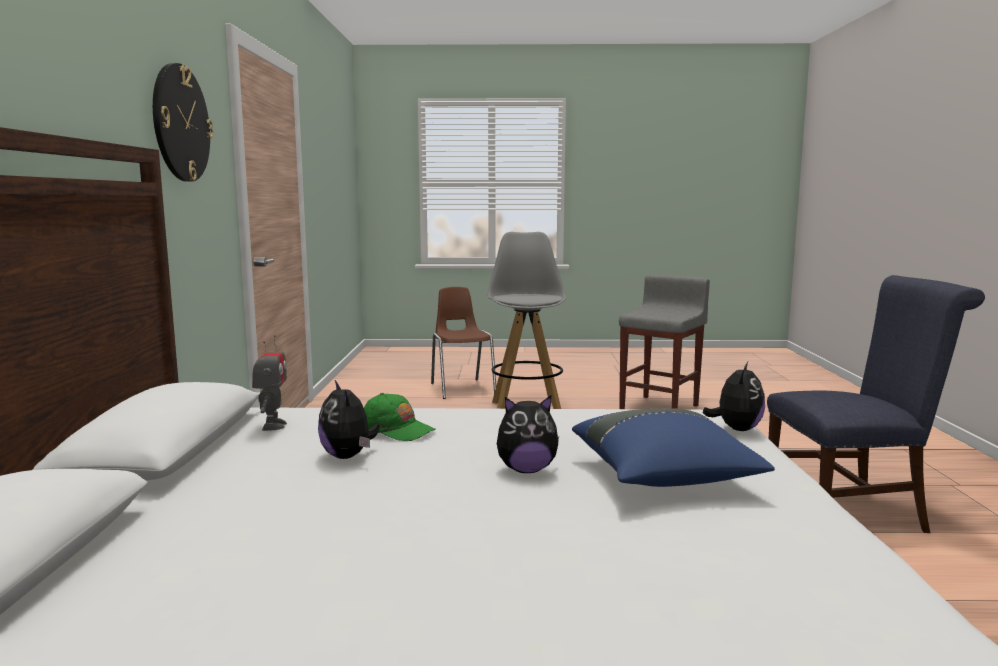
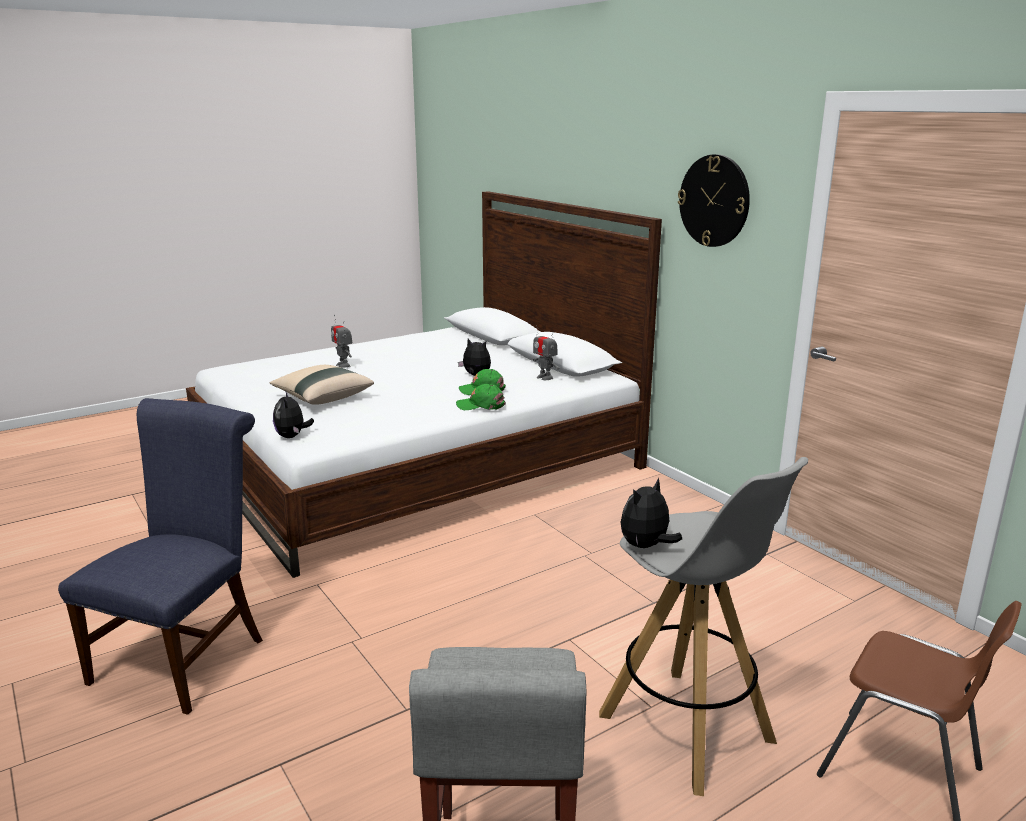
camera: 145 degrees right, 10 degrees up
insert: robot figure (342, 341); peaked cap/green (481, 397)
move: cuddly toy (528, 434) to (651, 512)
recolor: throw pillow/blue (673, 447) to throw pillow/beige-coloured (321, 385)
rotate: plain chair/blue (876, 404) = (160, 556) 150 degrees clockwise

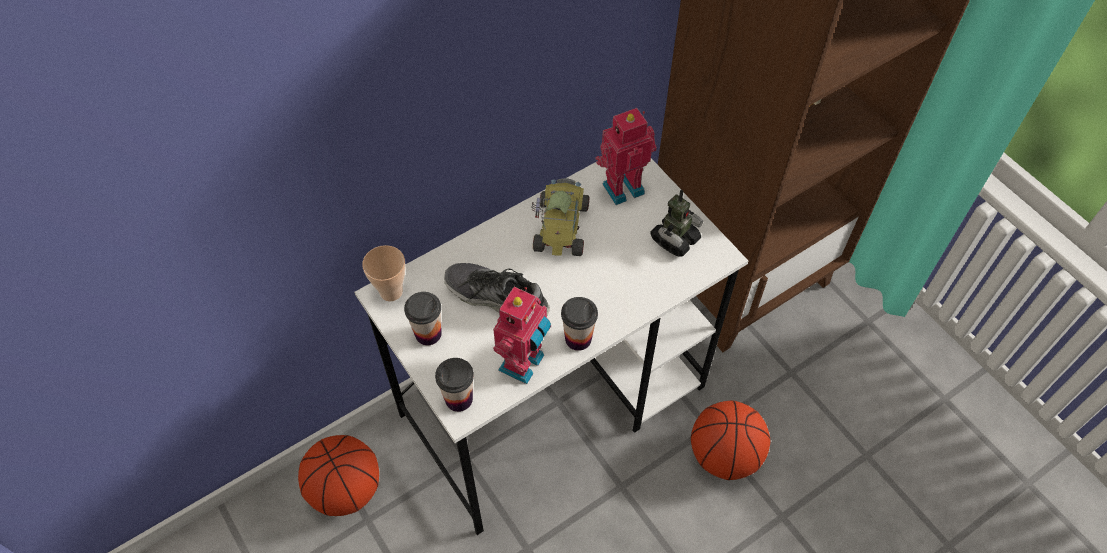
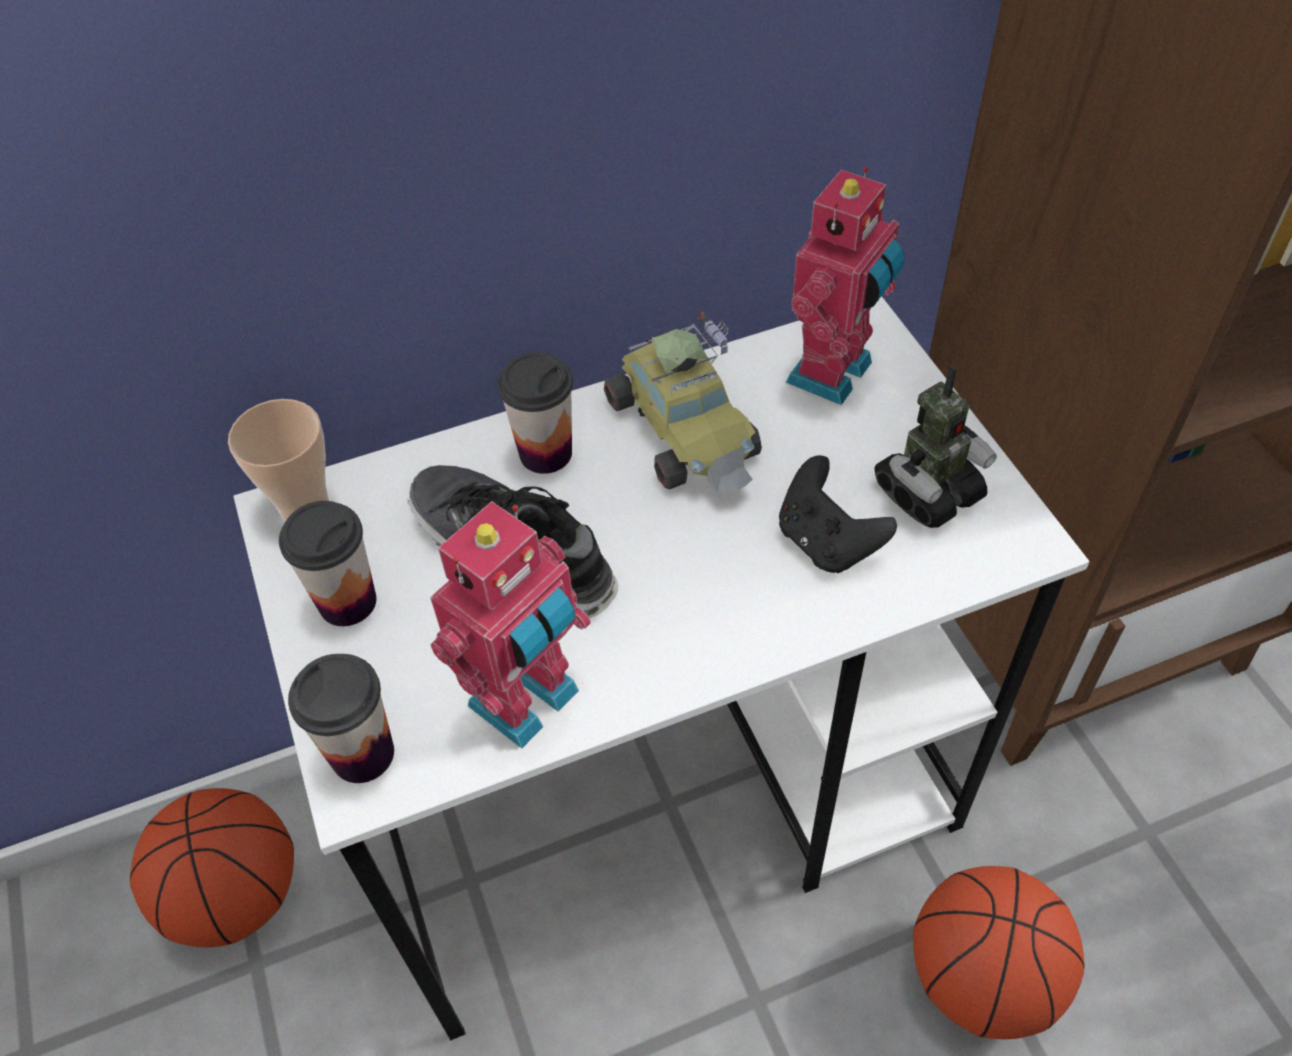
camera: 15 degrees right, 5 degrees down
insert: game controller/black (838, 514)
move: cup (579, 324) to (535, 413)
rotate: toy car (560, 217) = (683, 402) 135 degrees clockwise; robot figure (626, 156) = (845, 285) 135 degrees clockwise

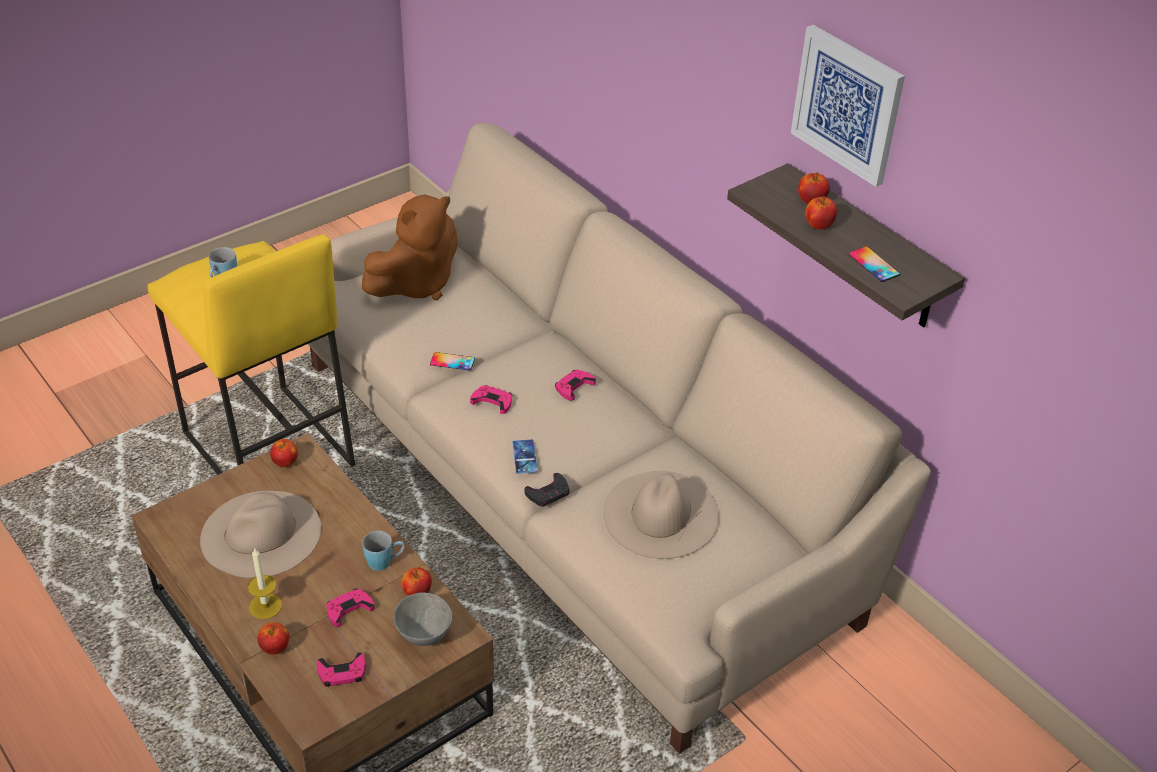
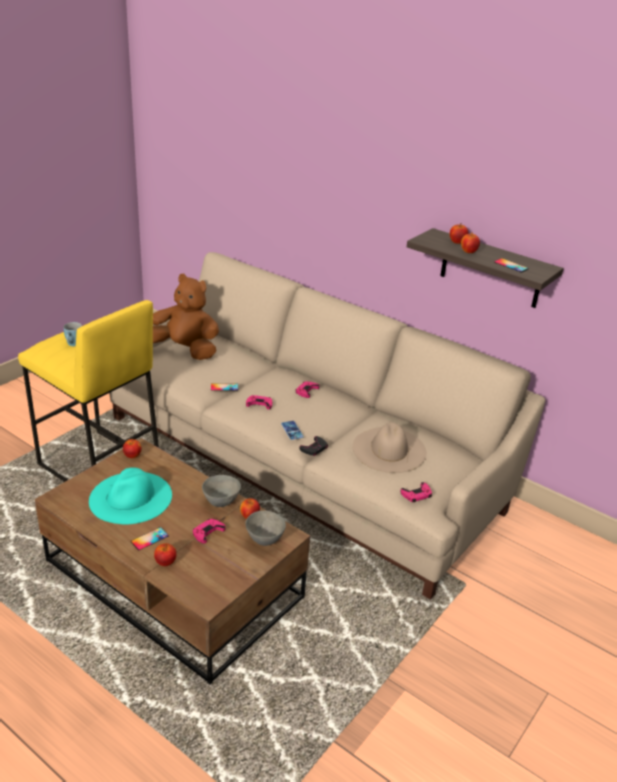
camera: 15 degrees left, 10 degrees down
delete: wall picture (848, 106)
move: game controller/pinkish (341, 669) to (416, 492)
replace: candle (264, 584) to telephone (149, 538); coffee mug/blue (383, 551) to bowl/gray (221, 491)
recolor: clothing hat/beige-coloured (260, 534) to clothing hat/blue-green (130, 495)
rotate: cuddly toy/brown-coloured (410, 247) = (186, 317) 105 degrees counterclockwise

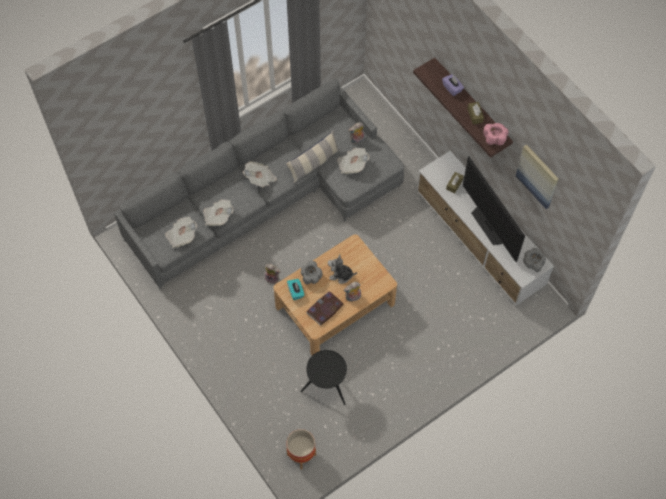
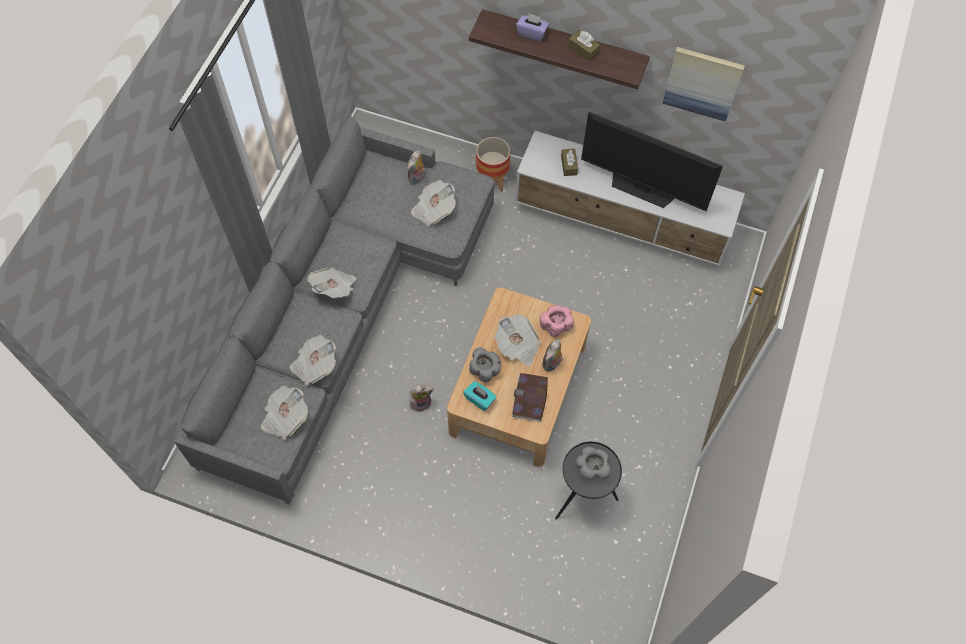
camera: 35 degrees left, 0 degrees up
delete: throw pillow (313, 157)
move: flower pot (301, 449) to (493, 164); bowl/pinkish (495, 134) to (557, 321); bowl/gray (534, 260) to (593, 463)
replace: cuddly toy (342, 269) to daily paper (518, 340)

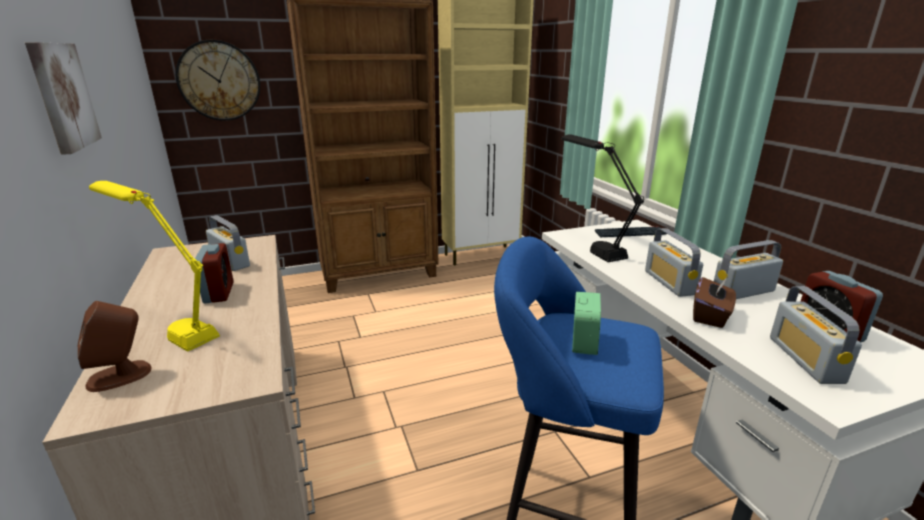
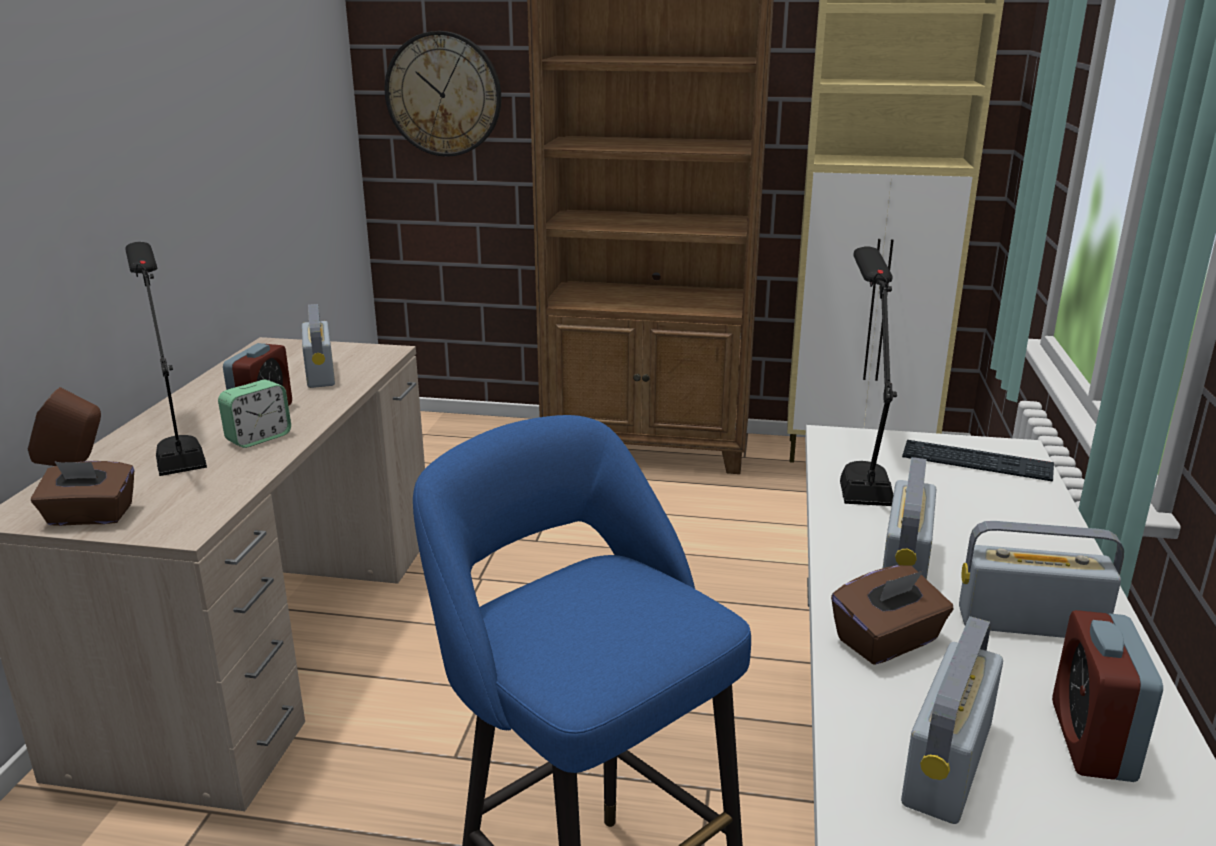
camera: 30 degrees right, 0 degrees up
delete: wall picture (63, 98)
insert: tissue box/brown-coloured (82, 493)
move: bedside clock (586, 323) to (254, 414)
recolor: table lamp/yellow (154, 266) to table lamp/black (166, 359)

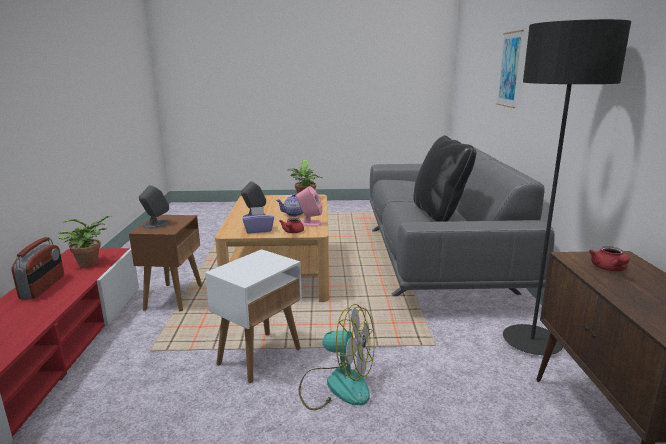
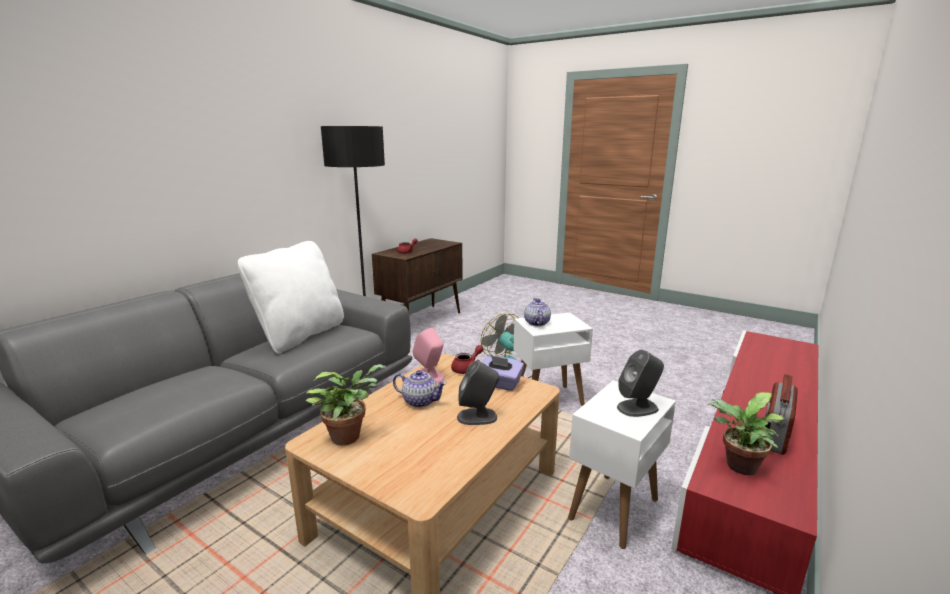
camera: 145 degrees left, 0 degrees up
delete: wall picture (510, 69)
insert: pot for tea (537, 312)
recolor: throw pillow/black (444, 179) to throw pillow/whitish (291, 297); accent table/brown-coloured (165, 263) to accent table/whitish (622, 464)

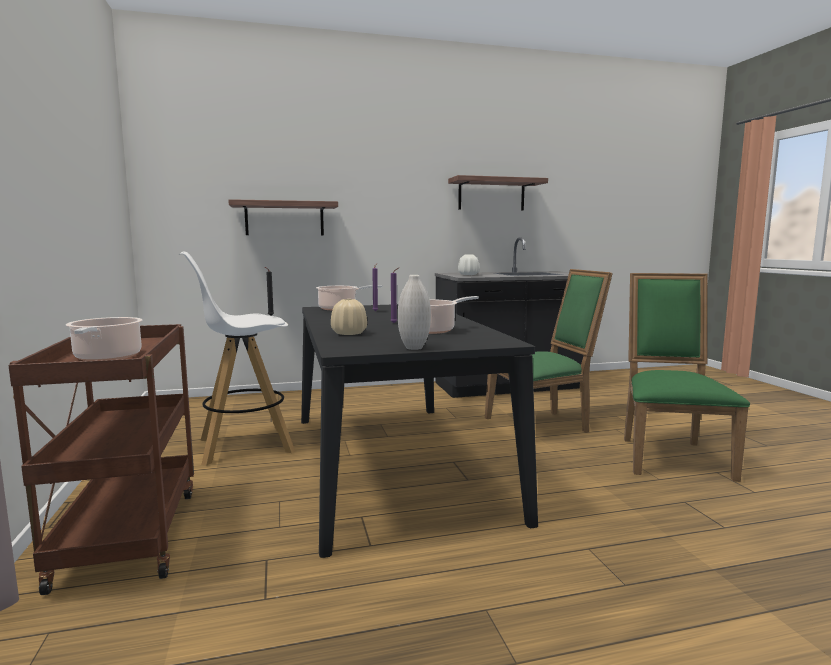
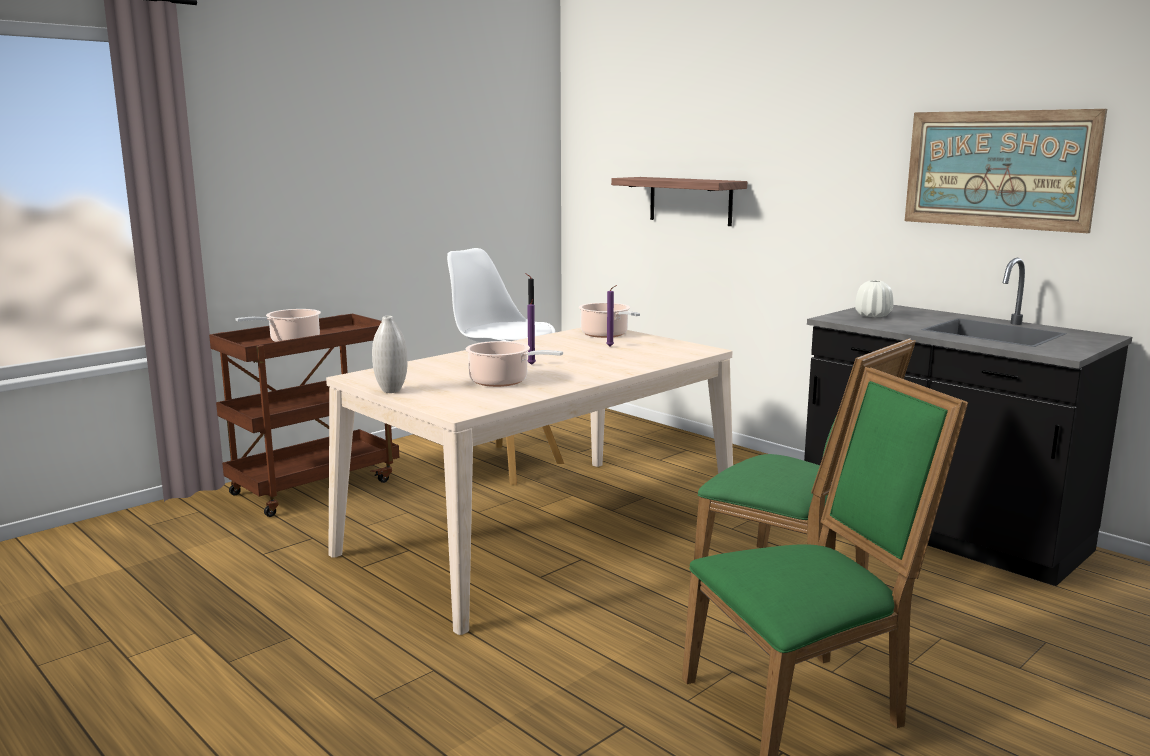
camera: 60 degrees right, 5 degrees up
delete: vase/beige-coloured (349, 317)
replace: wall shelf (498, 193) to wall picture (1006, 171)
recolor: kitchen table/black (419, 431) to kitchen table/beige-coloured (529, 481)

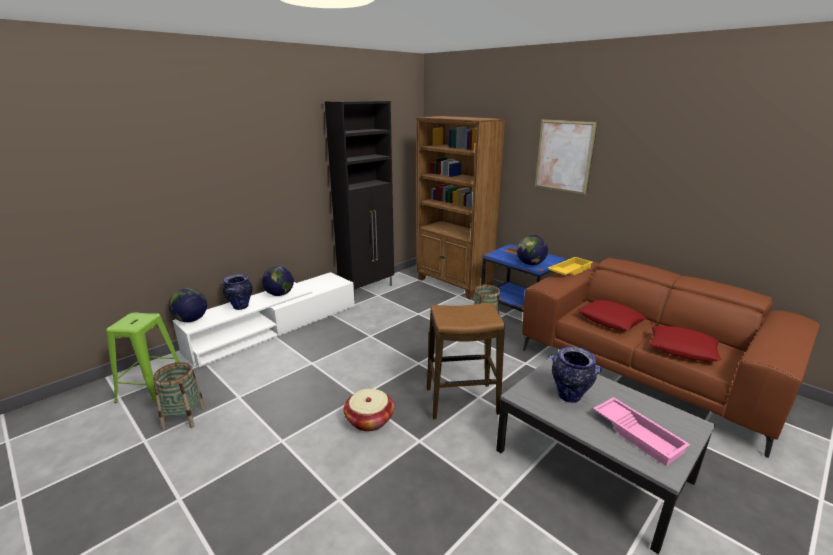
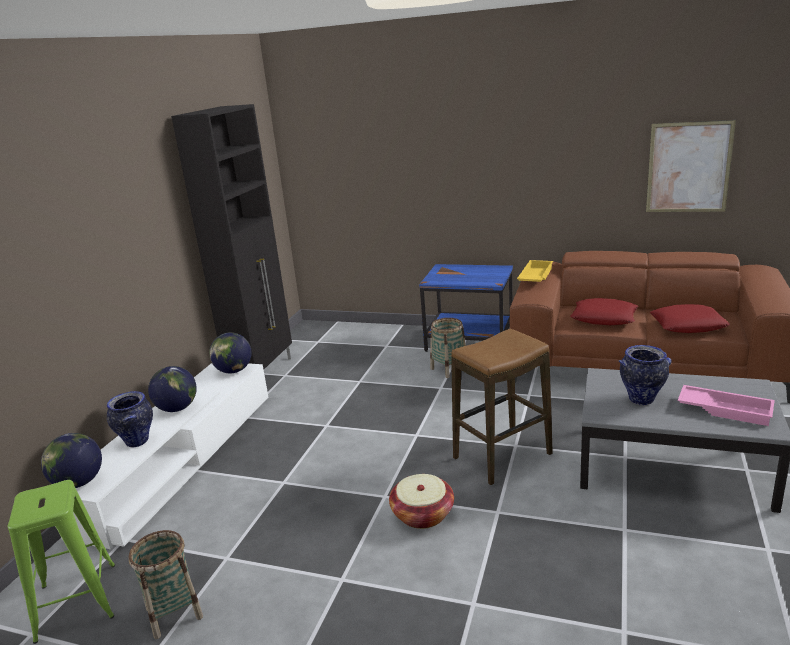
camera: 25 degrees left, 0 degrees up
delete: bookcase/brown-coloured (460, 207)
move: world globe (532, 250) to (230, 352); wall picture (566, 157) to (691, 166)

